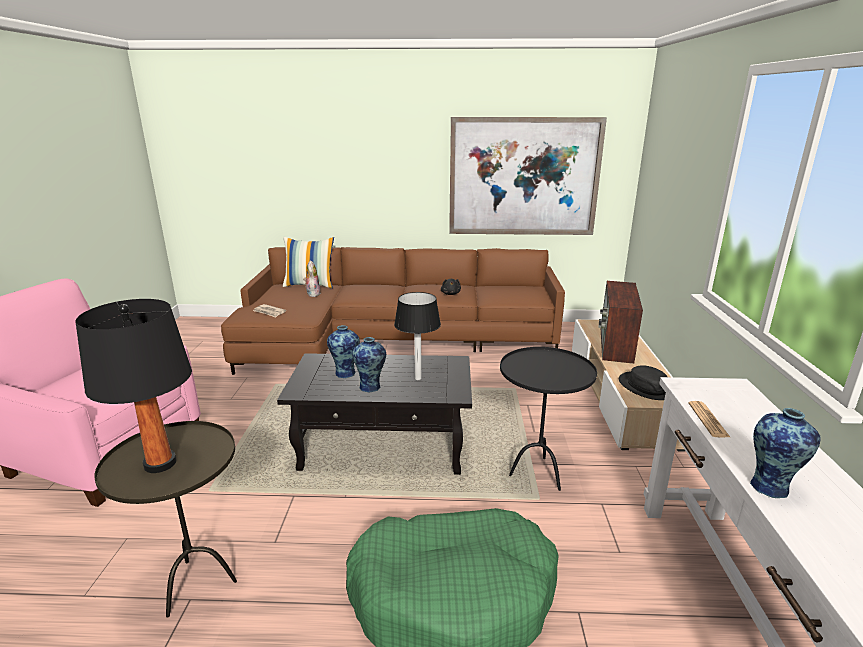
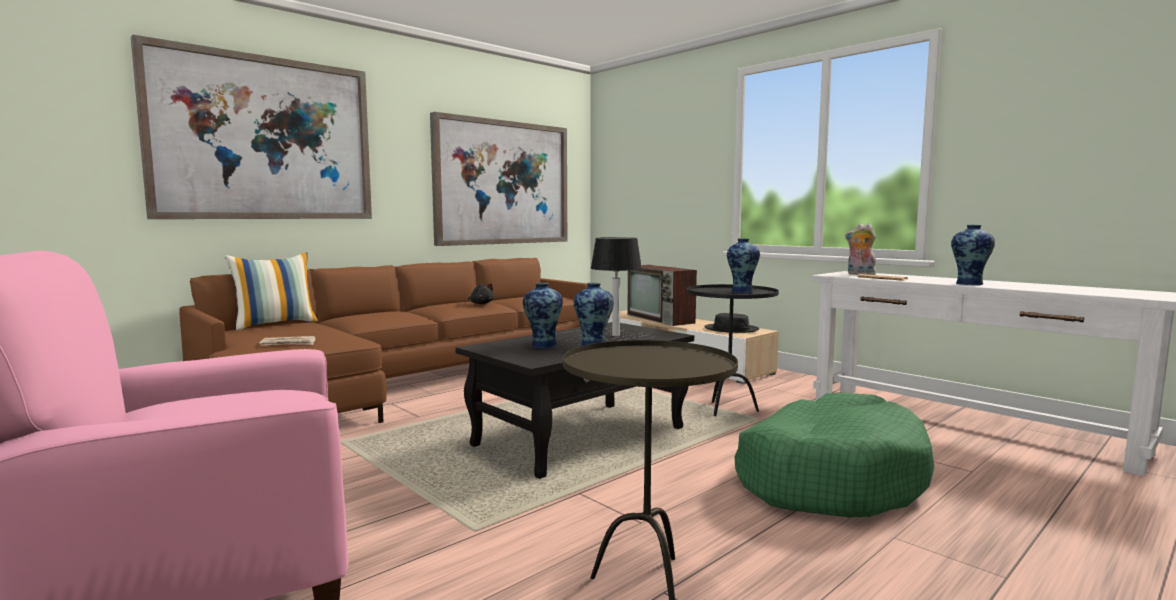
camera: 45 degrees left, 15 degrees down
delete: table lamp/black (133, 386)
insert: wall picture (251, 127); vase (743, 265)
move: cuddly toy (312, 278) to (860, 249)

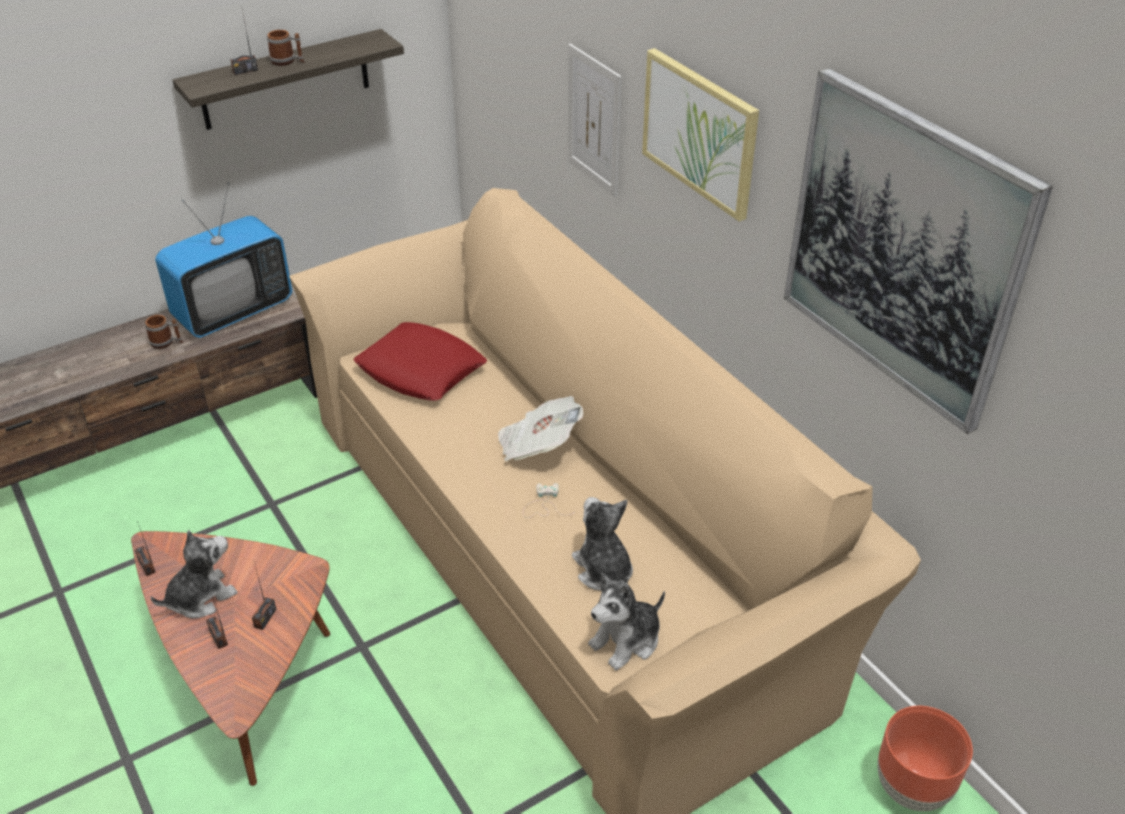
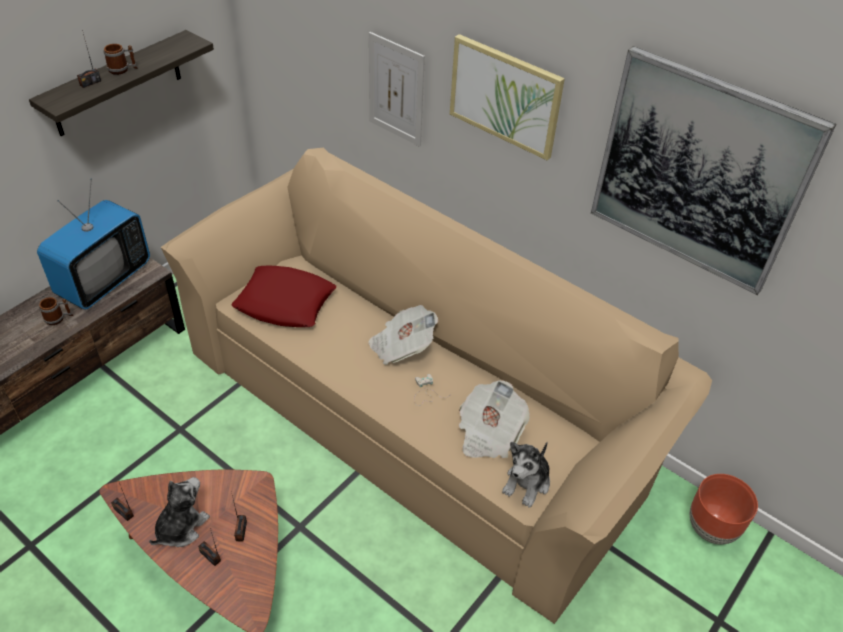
camera: 20 degrees left, 5 degrees up
replace: cuddly toy (602, 544) to daily paper (494, 419)

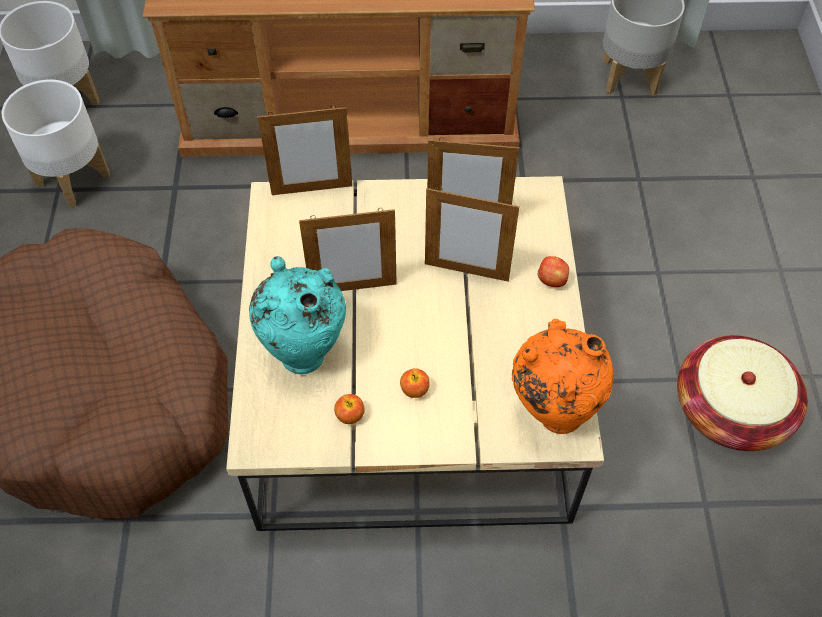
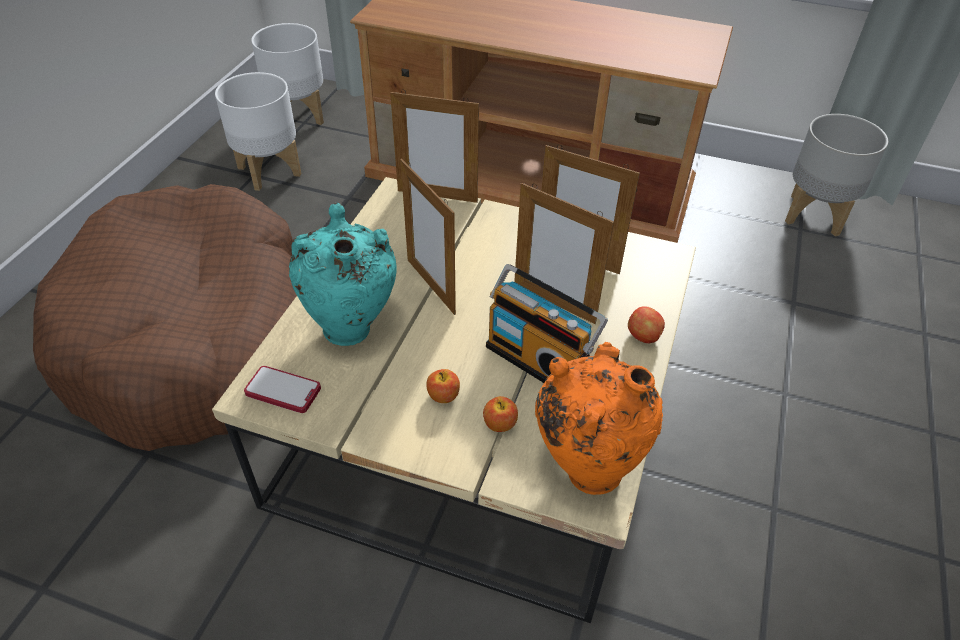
camera: 20 degrees right, 10 degrees down
delete: storage basket (742, 393)
insert: telephone (282, 389); radio (547, 323)
move: whole apple (349, 409) to (500, 414)
rotate: picture frame (348, 249) = (428, 237) 45 degrees clockwise

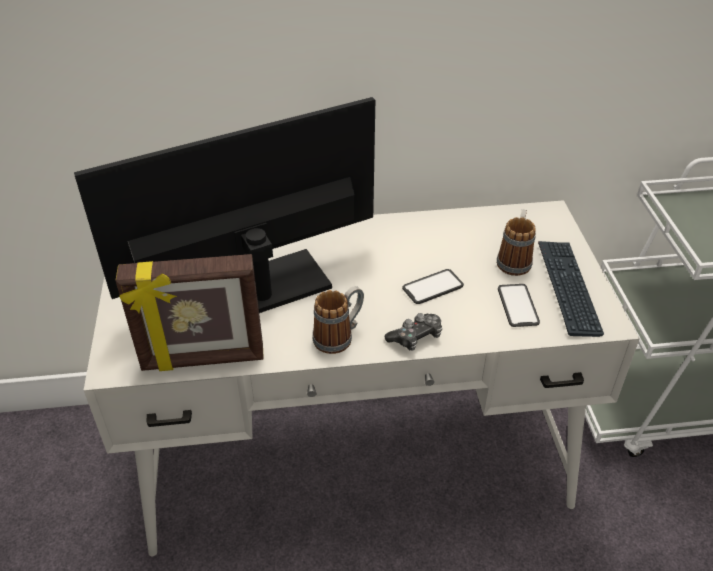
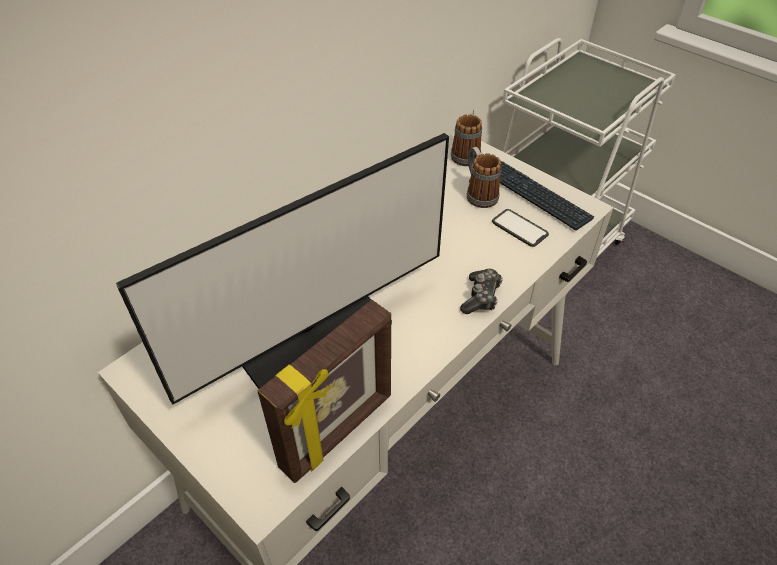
camera: 40 degrees left, 5 degrees up
delete: telephone (433, 286)
move: coffee mug (338, 320) to (466, 137)
rotate: monitor (224, 205) = (282, 269) 150 degrees counterclockwise

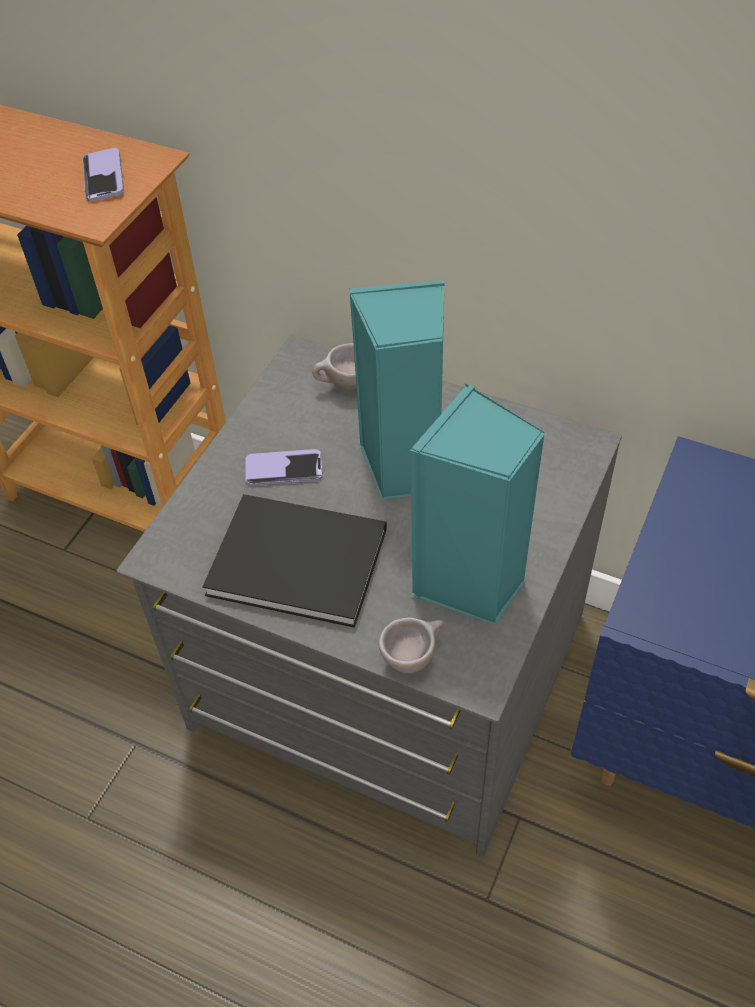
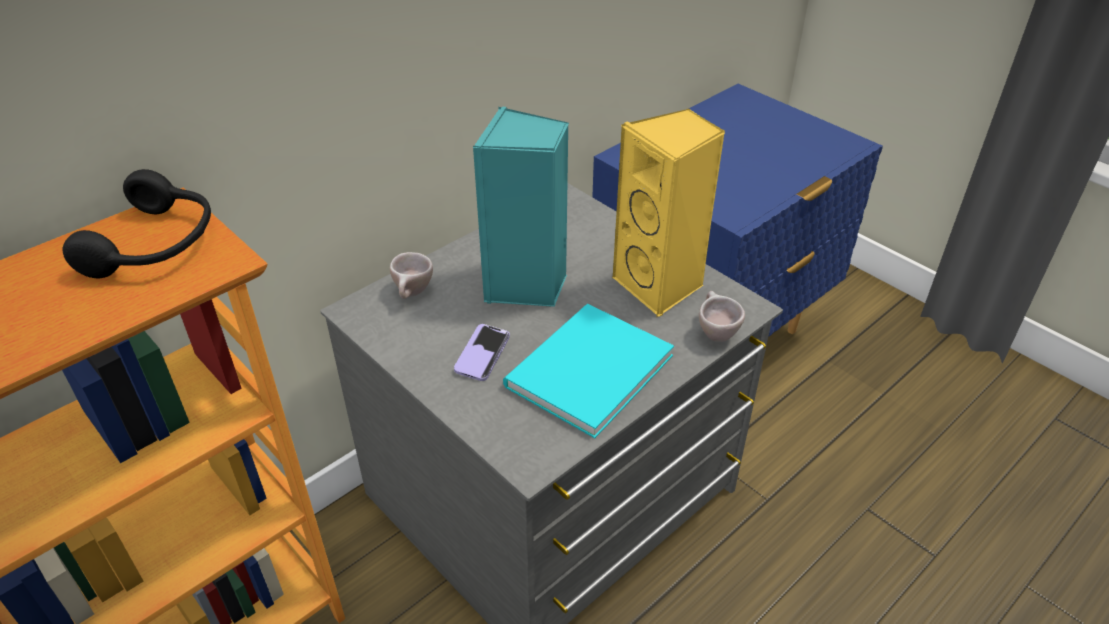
camera: 70 degrees left, 10 degrees down
replace: telephone (103, 175) to headset/black (137, 223)
recolor: book/black (295, 561) to book/blue-green (588, 371); speaker/blue-green (477, 503) to speaker/yellow (669, 213)

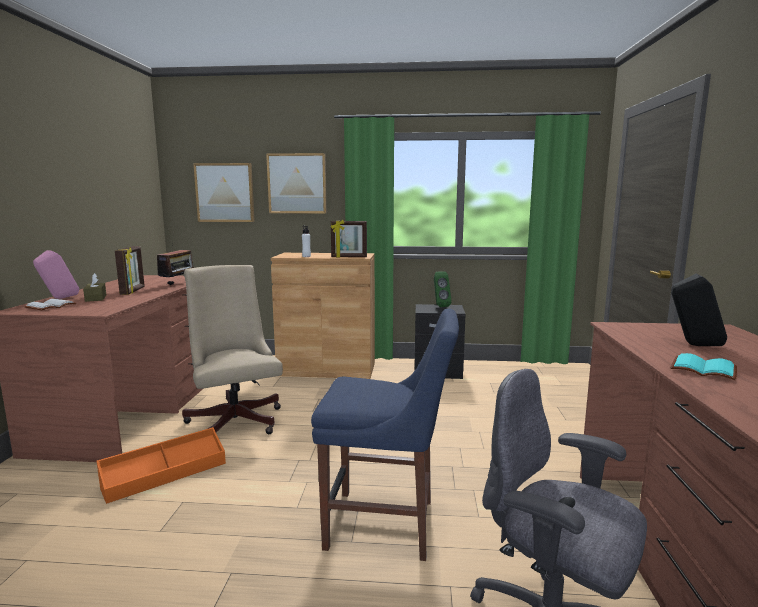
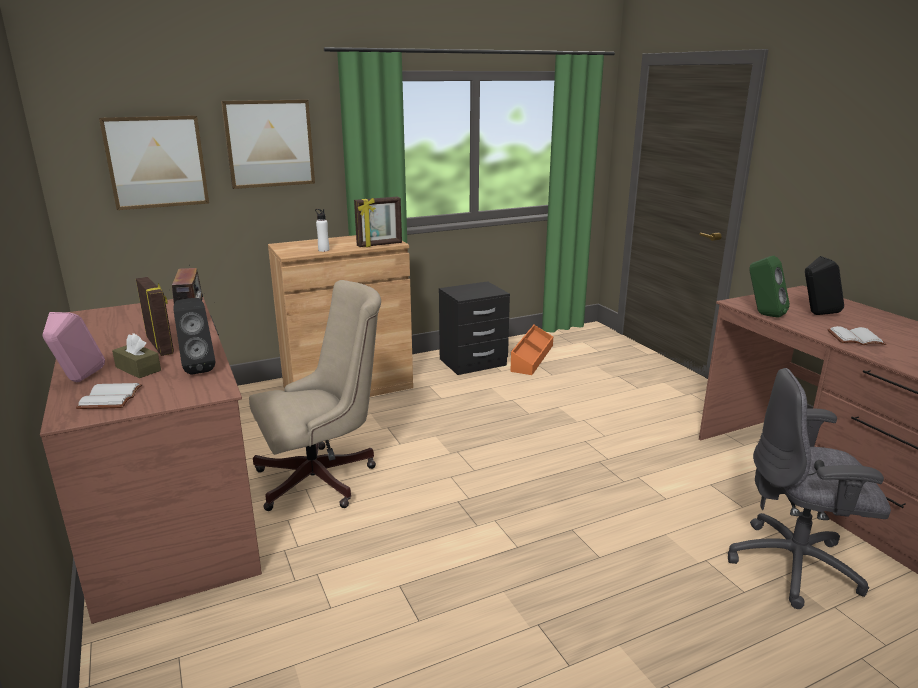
camera: 30 degrees left, 10 degrees up
delete: plain chair/blue (385, 435)
insert: speaker/black (194, 336)
move: storage bin/orangey (161, 465) to (531, 350); speaker/green (443, 289) to (769, 287)
recolor: book/blue-green (703, 366) to book/whitish (856, 335)
rotate: computer chair/beige-coloured (232, 349) = (315, 395) 120 degrees clockwise

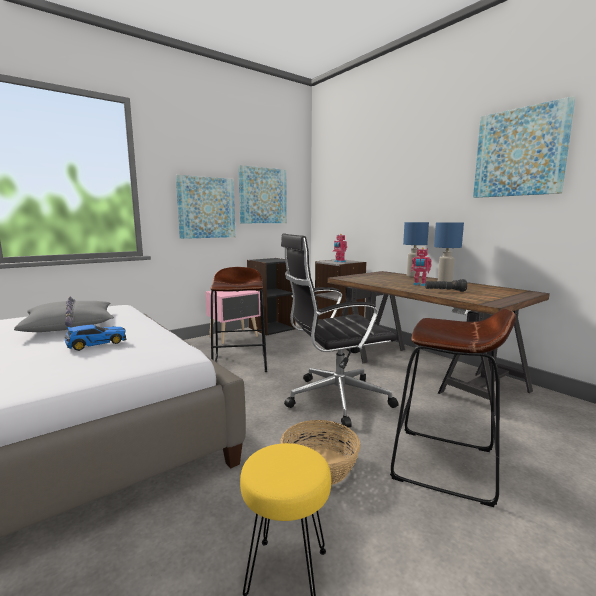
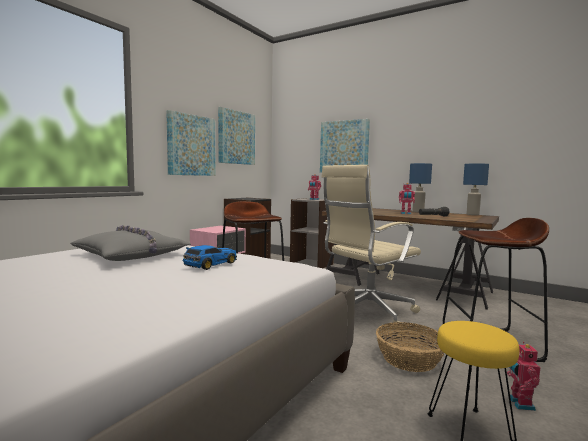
camera: 20 degrees left, 5 degrees down
insert: robot figure (523, 376)
move: wall picture (524, 147) to (345, 146); table lamp/blue (416, 249) to (476, 189)
recolor: computer chair/black (340, 330) to computer chair/beige-coloured (371, 247)

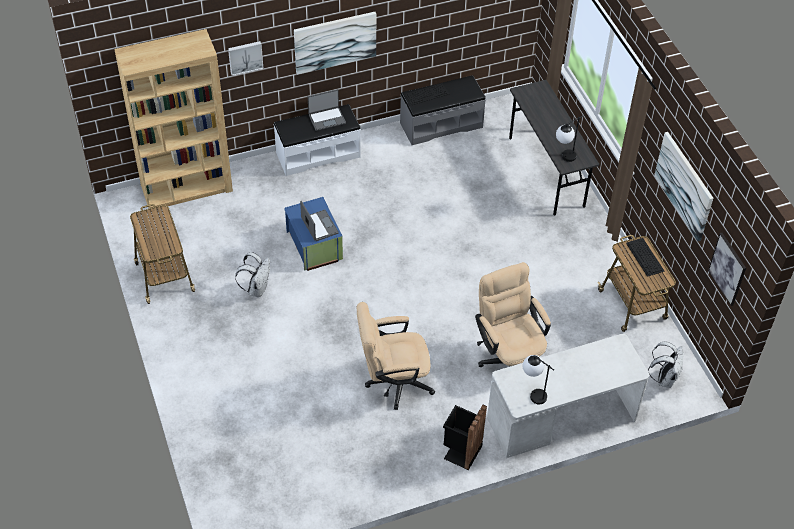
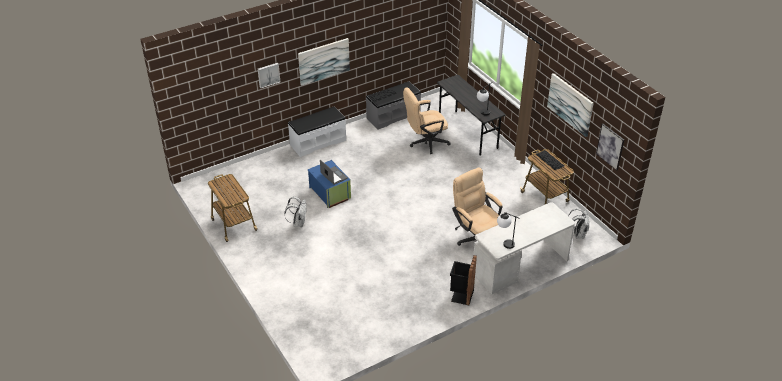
camera: 10 degrees left, 10 degrees down
delete: bookcase/brown-coloured (173, 119); notebook computer (327, 110)
move: computer chair/beige-coloured (396, 356) to (427, 120)

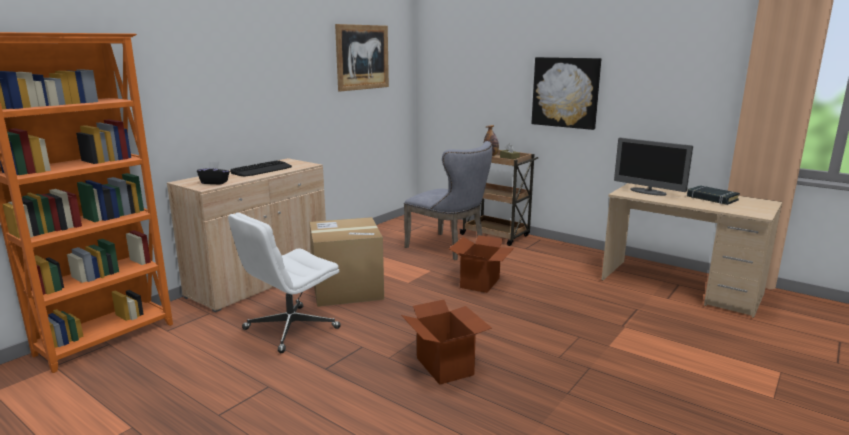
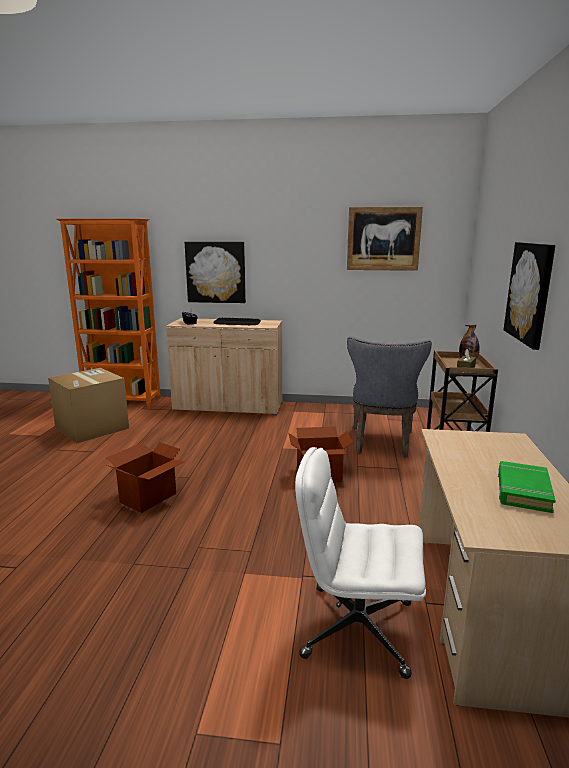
camera: 60 degrees right, 0 degrees up
delete: monitor (653, 167)
insert: wall picture (215, 272)
move: carton (347, 262) to (88, 405); computer chair/whitish (284, 282) to (360, 563)
recolor: book/black (713, 195) to book/green (527, 487)

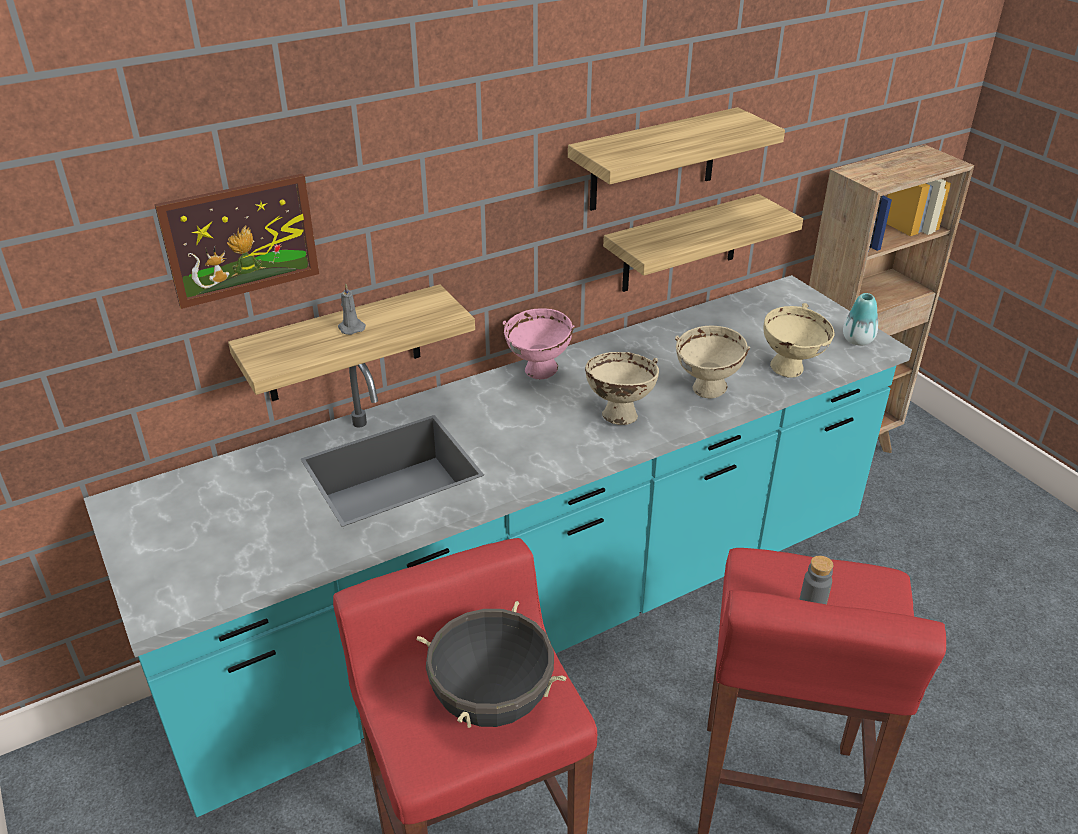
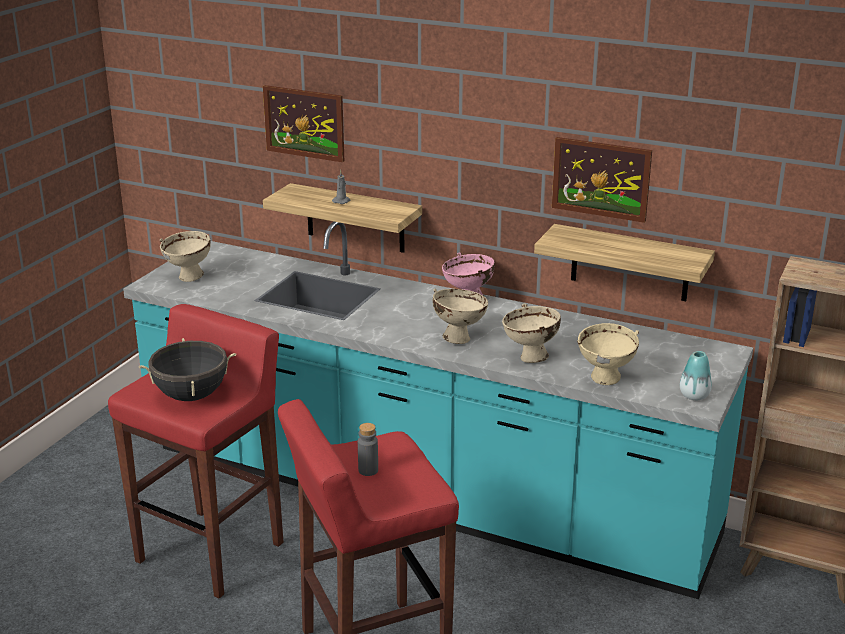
camera: 55 degrees right, 10 degrees down
insert: bowl/beige-coloured (185, 256)
replace: wall shelf (676, 159) to wall picture (602, 180)

